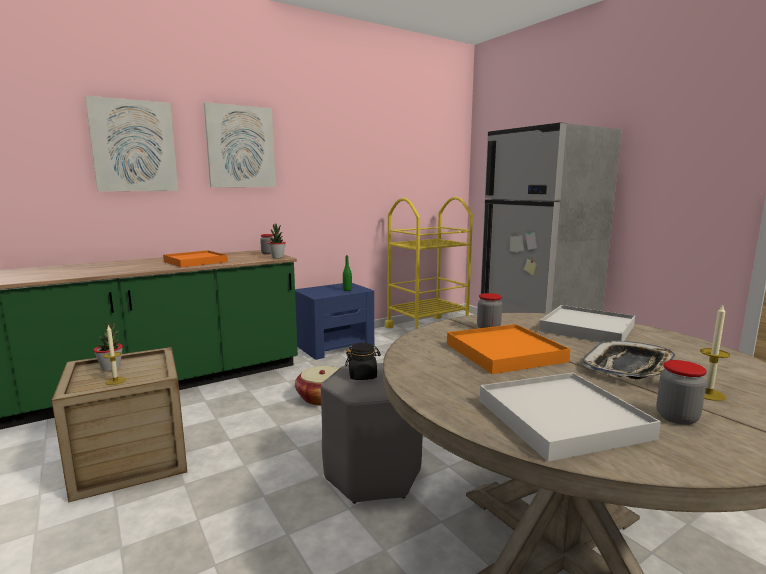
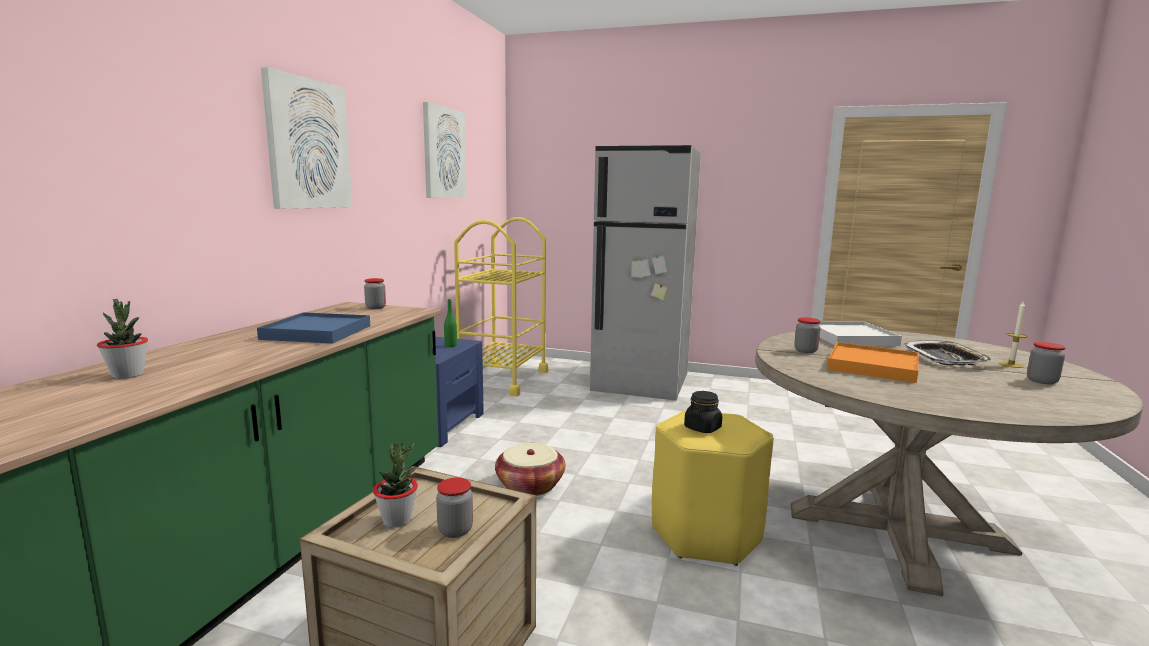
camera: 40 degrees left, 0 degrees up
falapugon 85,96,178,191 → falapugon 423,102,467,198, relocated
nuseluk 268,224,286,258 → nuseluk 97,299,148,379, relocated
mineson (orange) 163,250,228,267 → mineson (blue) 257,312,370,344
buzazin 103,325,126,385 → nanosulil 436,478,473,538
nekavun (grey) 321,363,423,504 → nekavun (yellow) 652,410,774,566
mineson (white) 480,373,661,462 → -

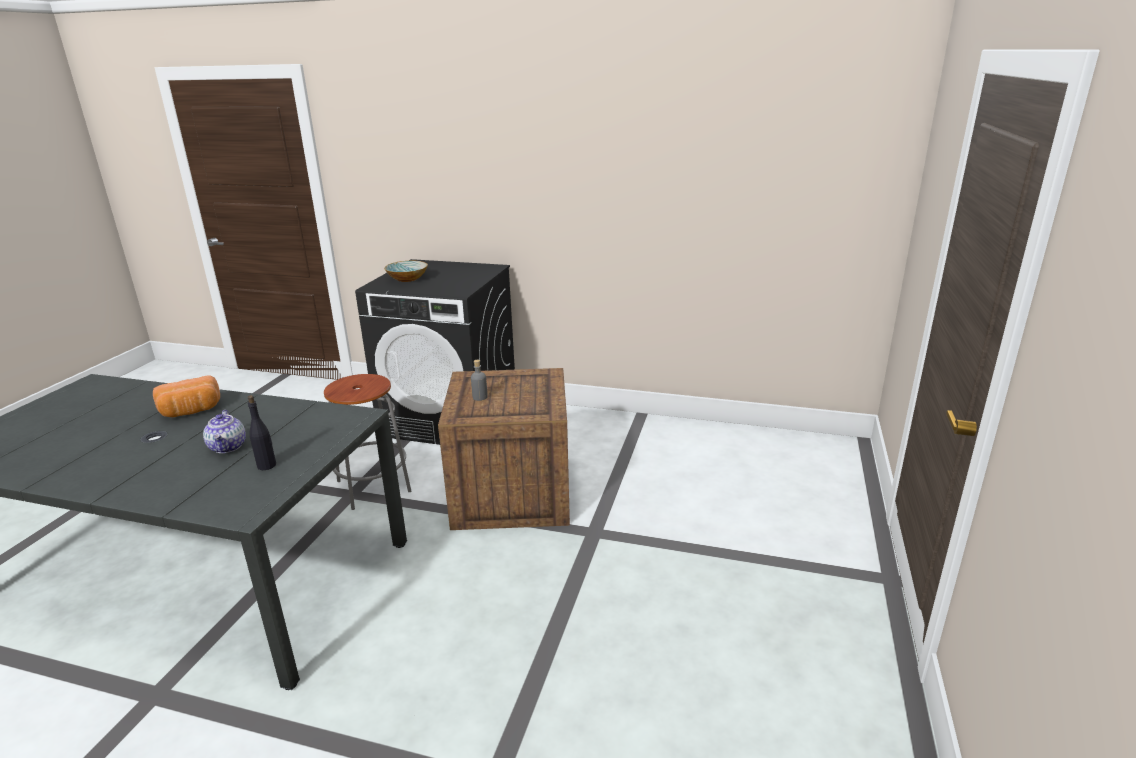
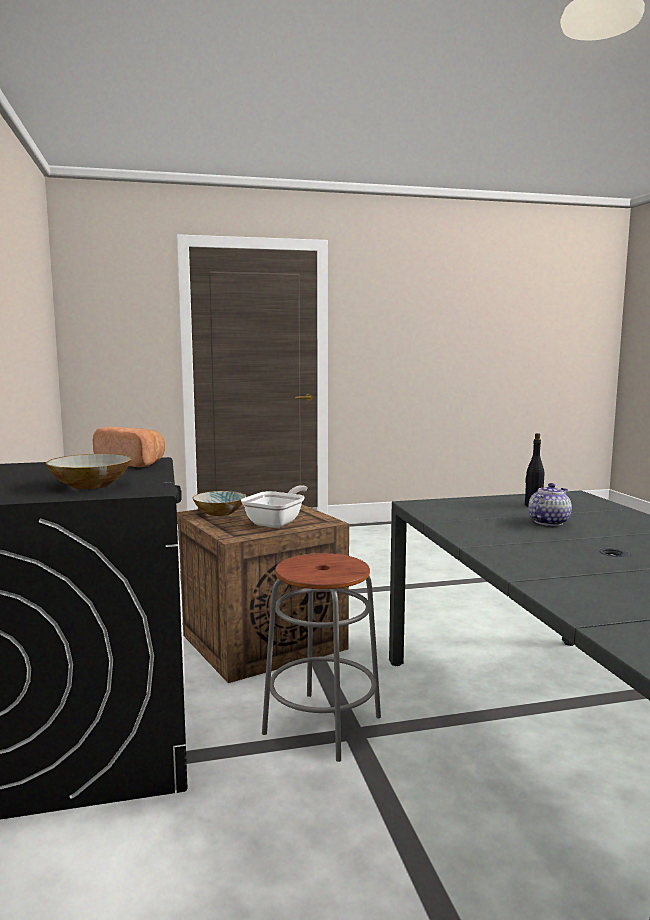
camera: 120 degrees left, 15 degrees down
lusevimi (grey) 471,360,488,401 → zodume 241,485,308,528
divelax 153,375,220,417 → divelax 93,427,165,467, relocated
- → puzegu 193,491,246,516

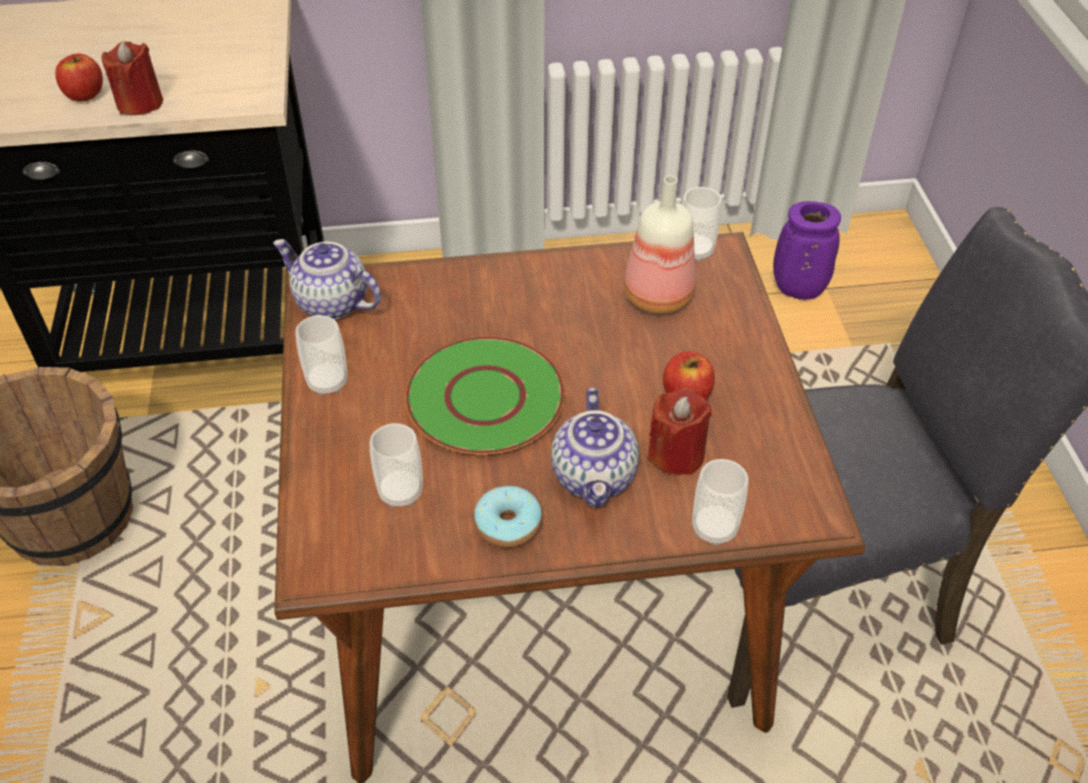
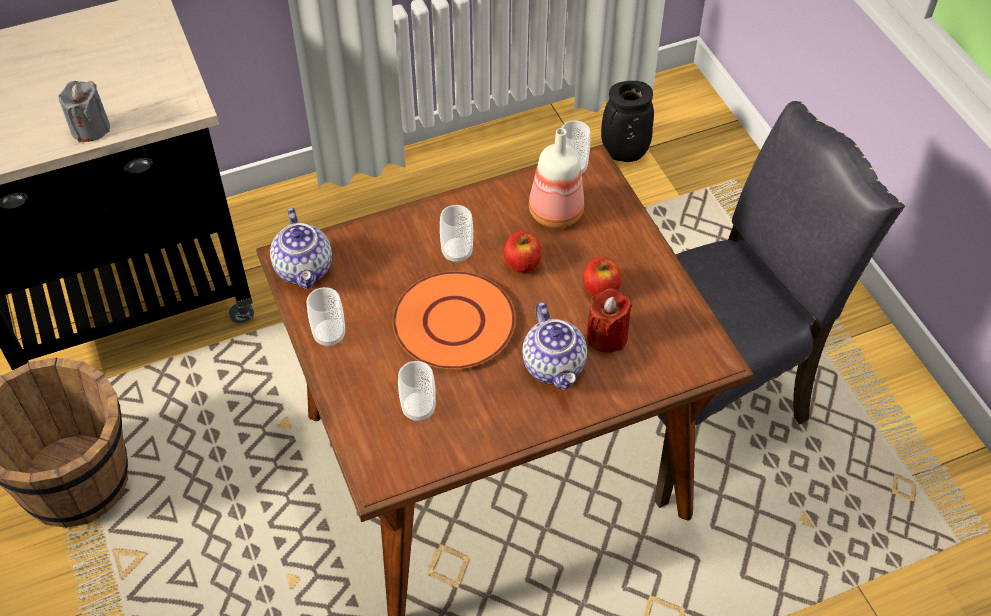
camera: 15 degrees left, 5 degrees up
buzazin (red) 101,41,163,115 → buzazin (grey) 58,81,110,142
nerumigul 55,53,103,102 → nerumigul 504,231,541,273, relocated
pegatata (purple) 773,201,841,300 → pegatata (black) 601,81,654,162
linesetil 273,239,381,320 → linesetil 270,208,332,289, 120 degrees counterclockwise
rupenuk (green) 405,336,565,455 → rupenuk (orange) 393,271,515,369
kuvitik 692,459,749,546 → kuvitik 440,205,473,263, relocated
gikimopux 474,486,542,548 → -

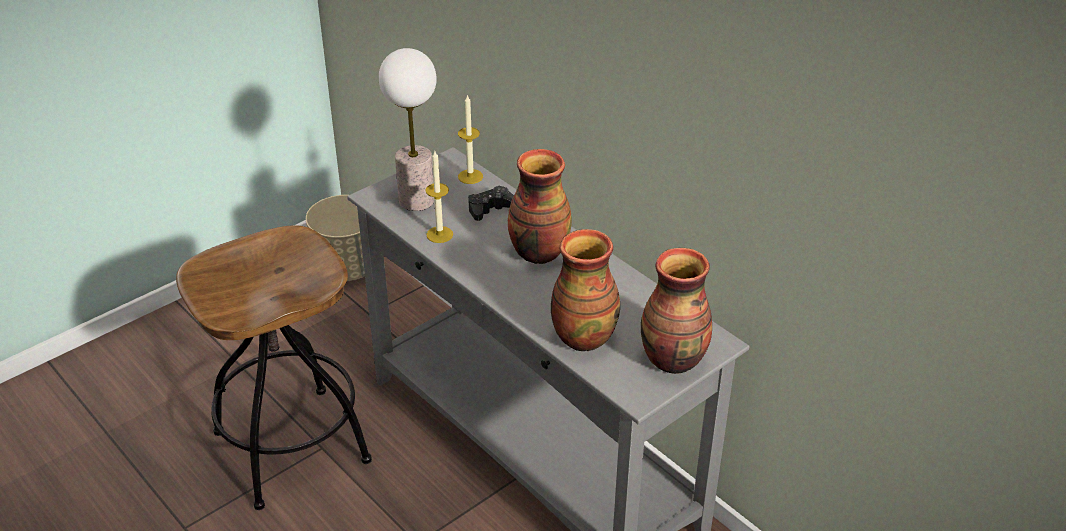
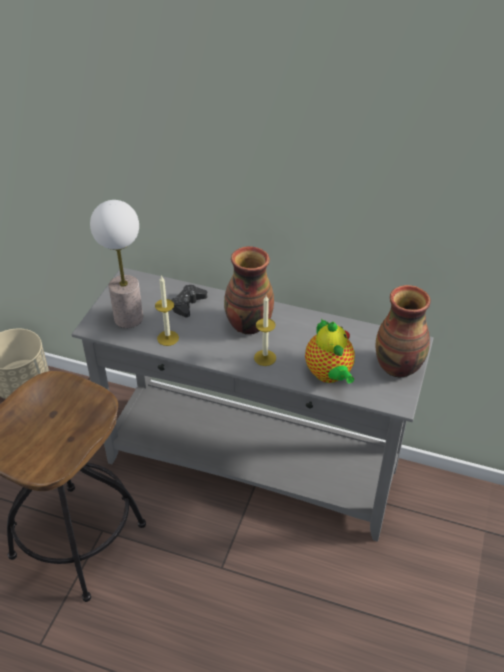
camera: 30 degrees left, 5 degrees up
buzazin 458,94,483,184 → buzazin 254,295,276,366, relocated
pegatata 551,229,620,351 → linesetil 305,318,355,384

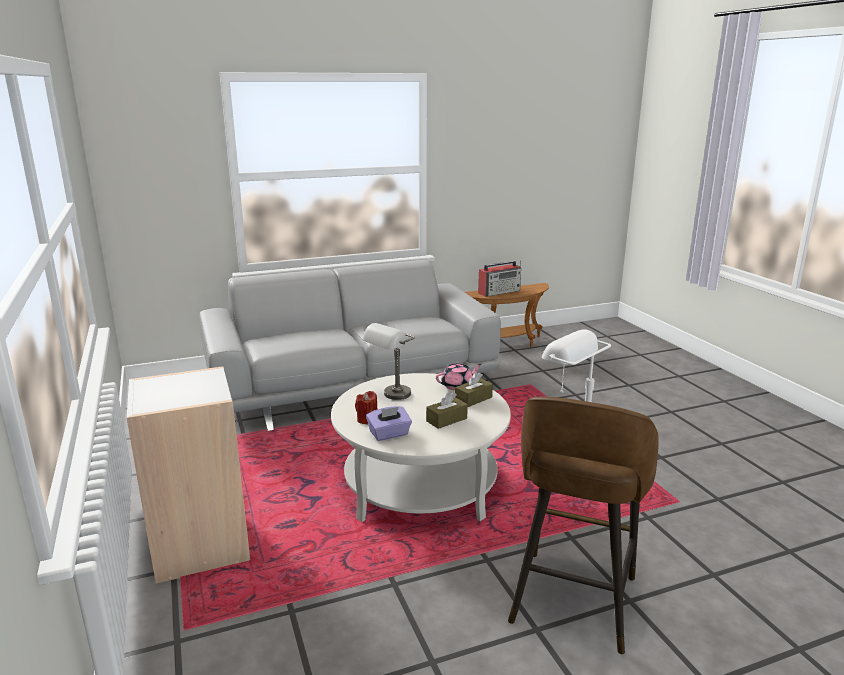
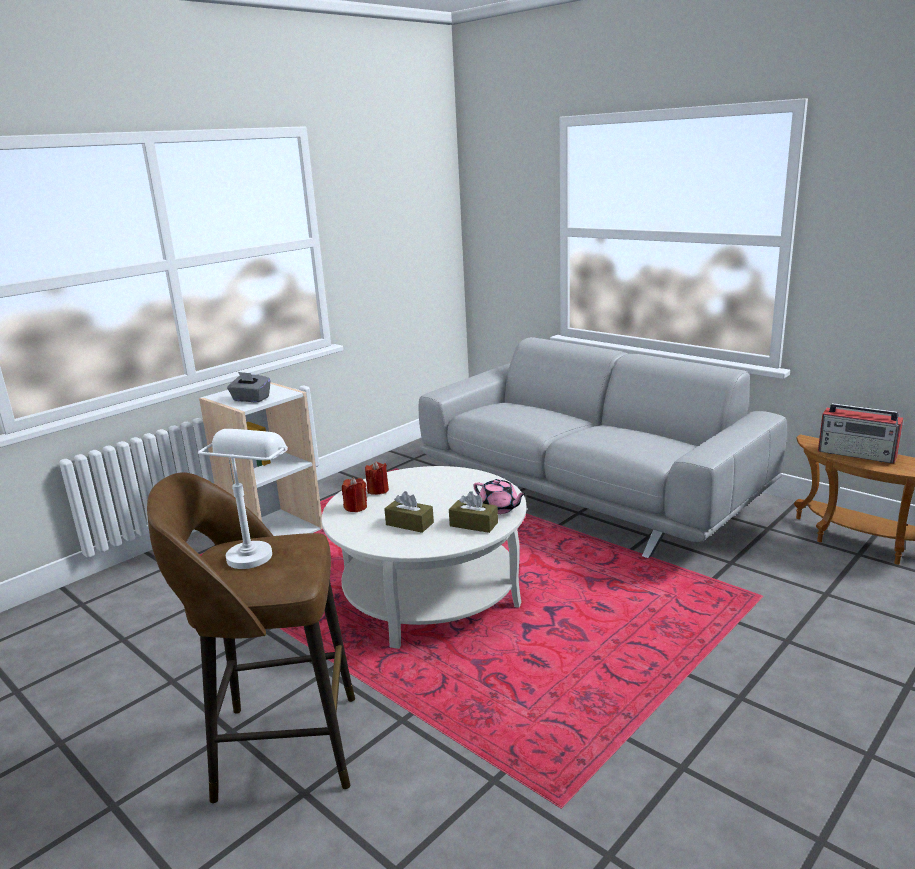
camera: 65 degrees right, 0 degrees up
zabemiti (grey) 363,323,415,400 → -
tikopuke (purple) 366,406,412,441 → buzazin (red) 342,477,367,512
- → tikopuke (grey) 227,372,271,403

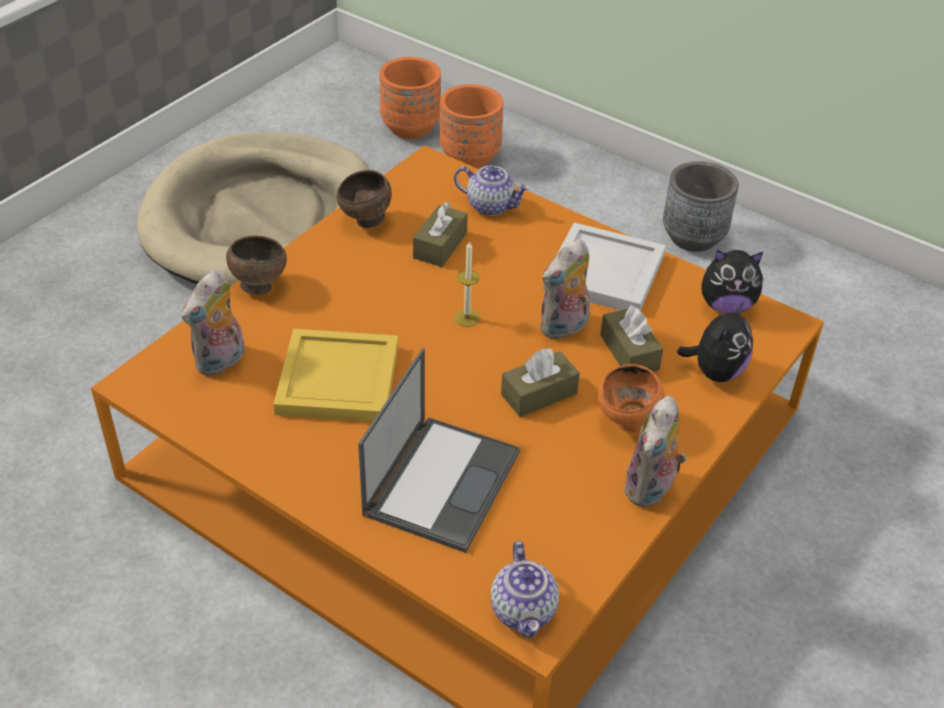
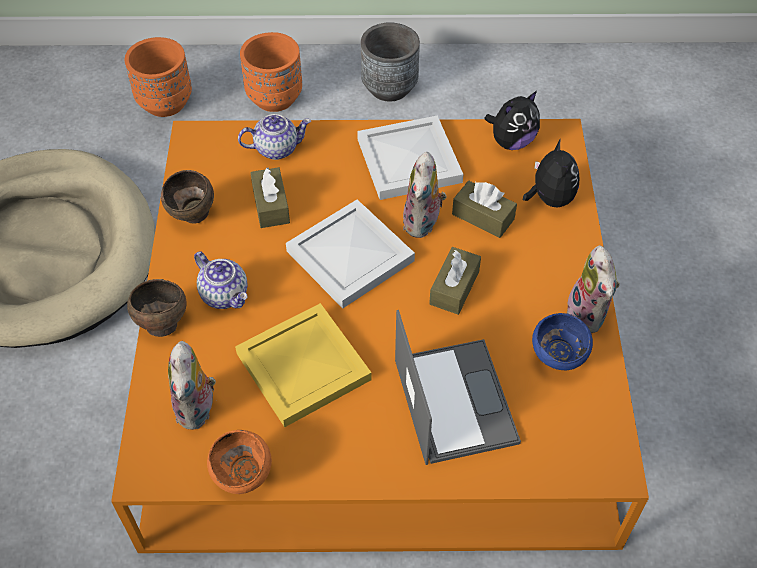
camera: 35 degrees left, 10 degrees up
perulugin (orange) 379,57,441,139 → perulugin (orange) 240,32,302,112, relocated
buzazin 454,240,480,327 → mineson (white) 286,199,415,309
puzegu (orange) 598,364,665,433 → puzegu (orange) 207,430,272,494, relocated
linesetil 491,541,559,638 → linesetil 194,251,248,309, relocated
- → puzegu (blue) 532,313,593,370

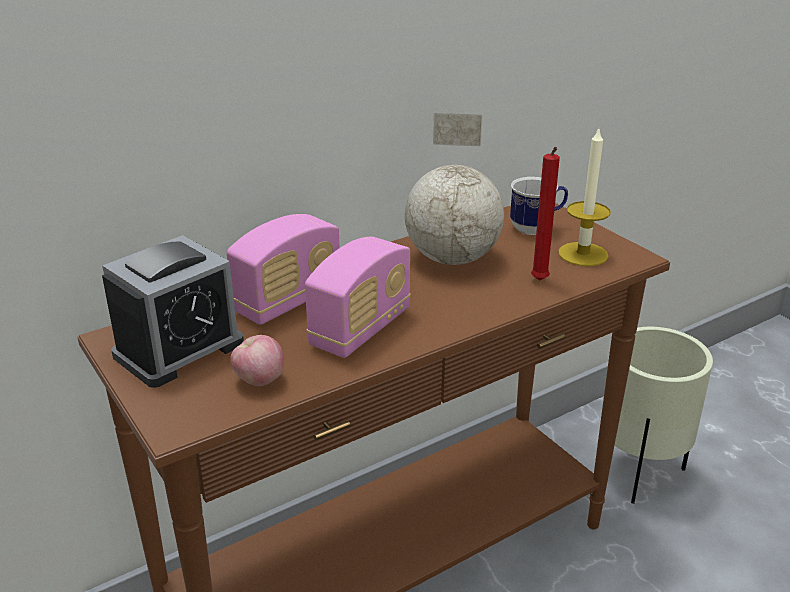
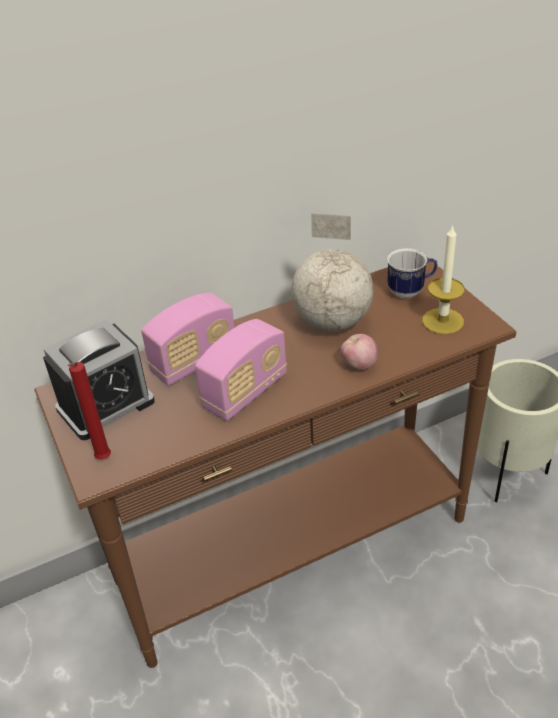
camera: 10 degrees right, 10 degrees up
buzazin (red) 531,147,560,281 → buzazin (red) 67,362,111,460, relocated
nerumigul 230,335,284,386 → nerumigul 340,334,378,370, relocated

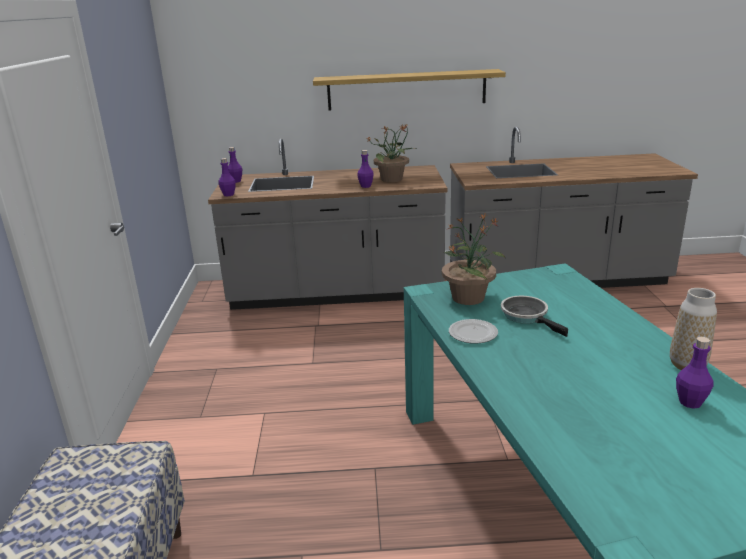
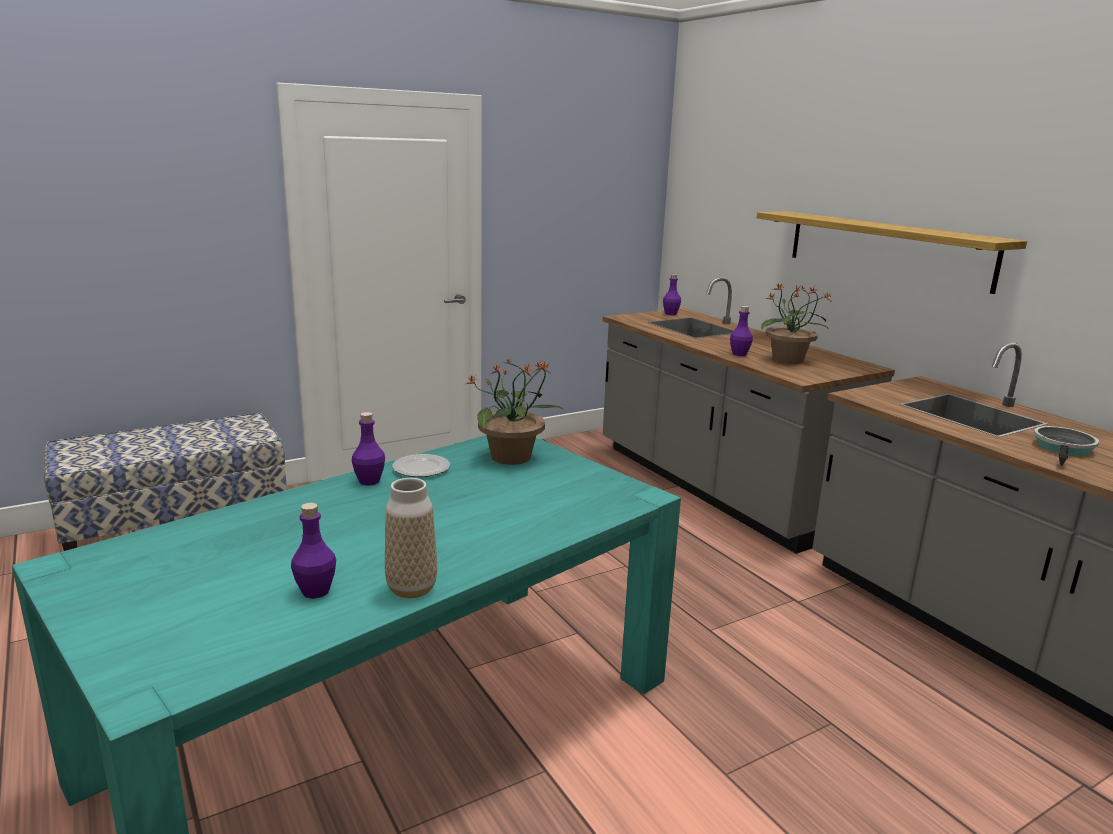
camera: 60 degrees right, 5 degrees down
lusevimi (purple) 219,158,236,196 → lusevimi (purple) 352,412,385,486, relocated
zodume 501,296,568,337 → zodume 1034,426,1099,466, relocated

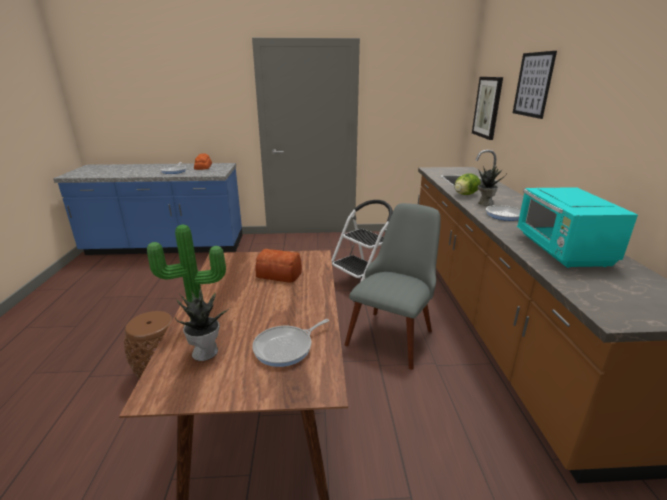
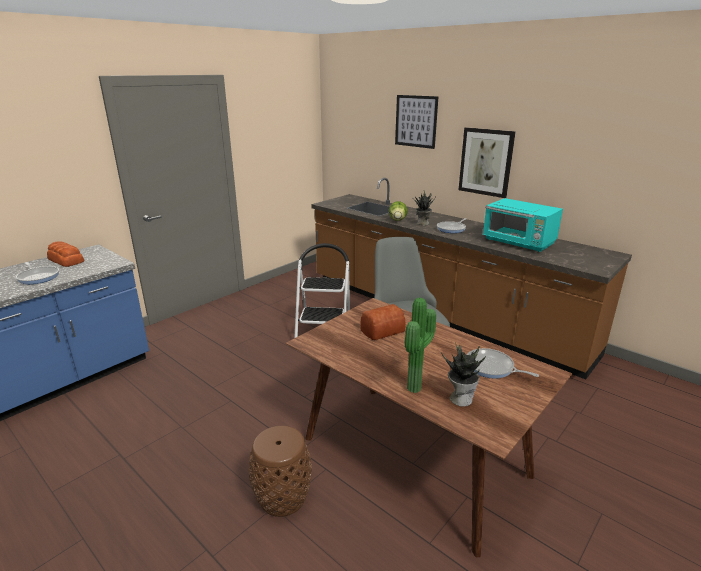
camera: 45 degrees left, 0 degrees up
falapugon 472,77,503,140 → falapugon 458,127,516,198, relocated
zodume 252,319,329,367 → zodume 467,348,539,379, 120 degrees clockwise

